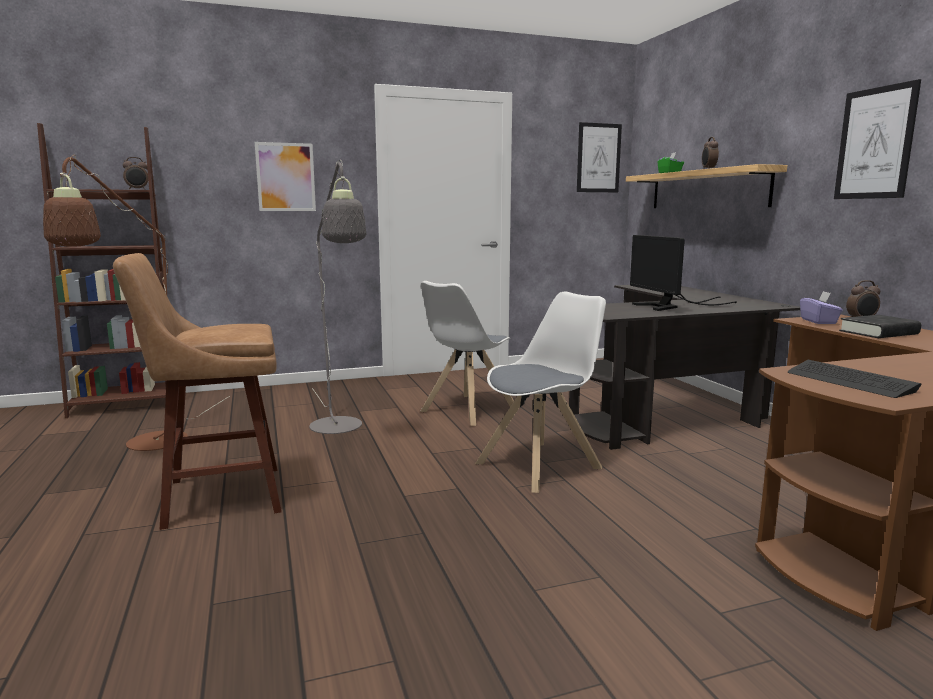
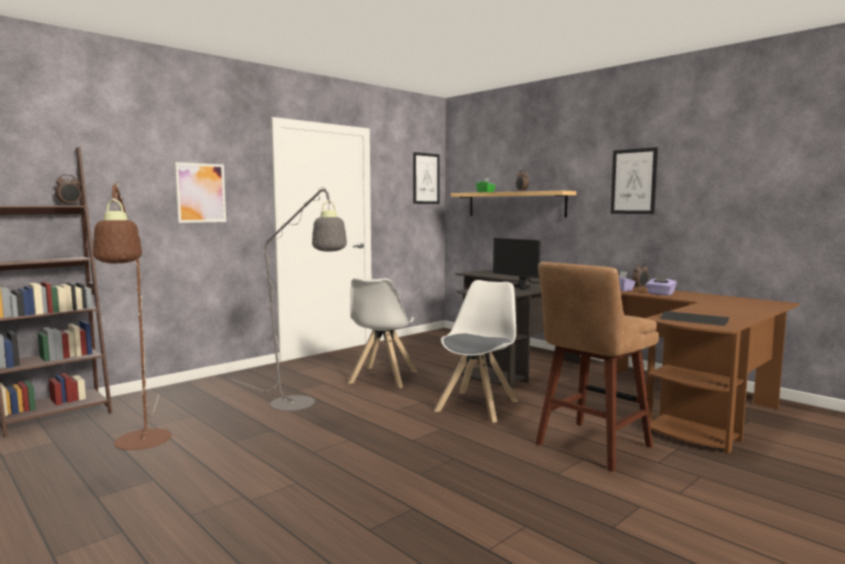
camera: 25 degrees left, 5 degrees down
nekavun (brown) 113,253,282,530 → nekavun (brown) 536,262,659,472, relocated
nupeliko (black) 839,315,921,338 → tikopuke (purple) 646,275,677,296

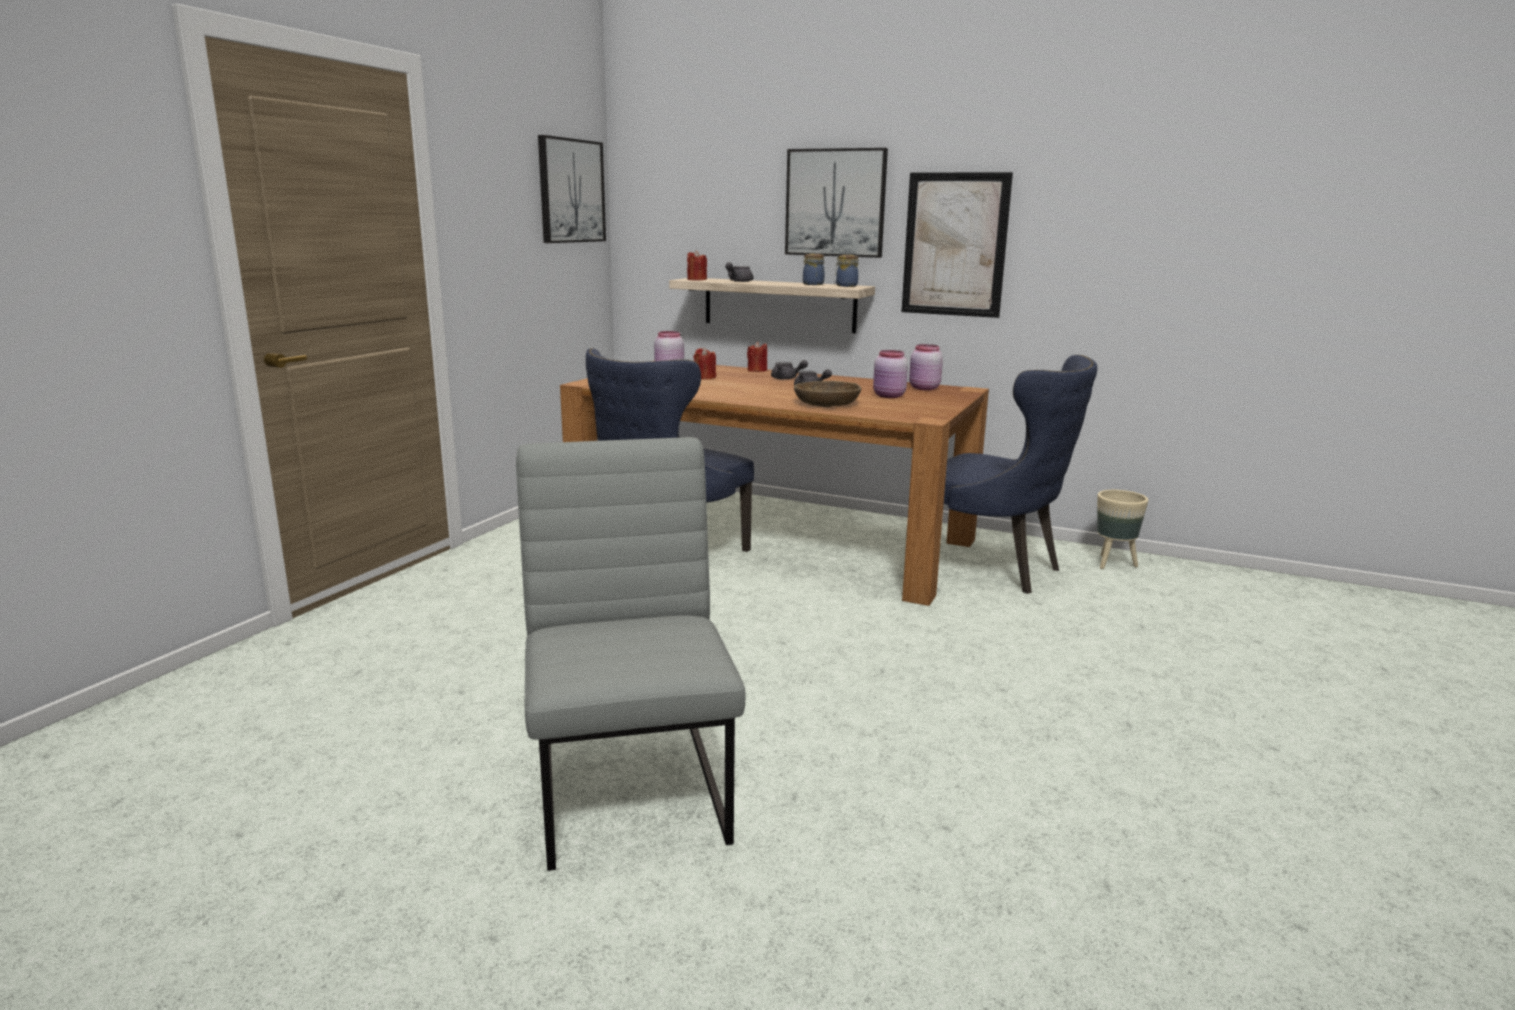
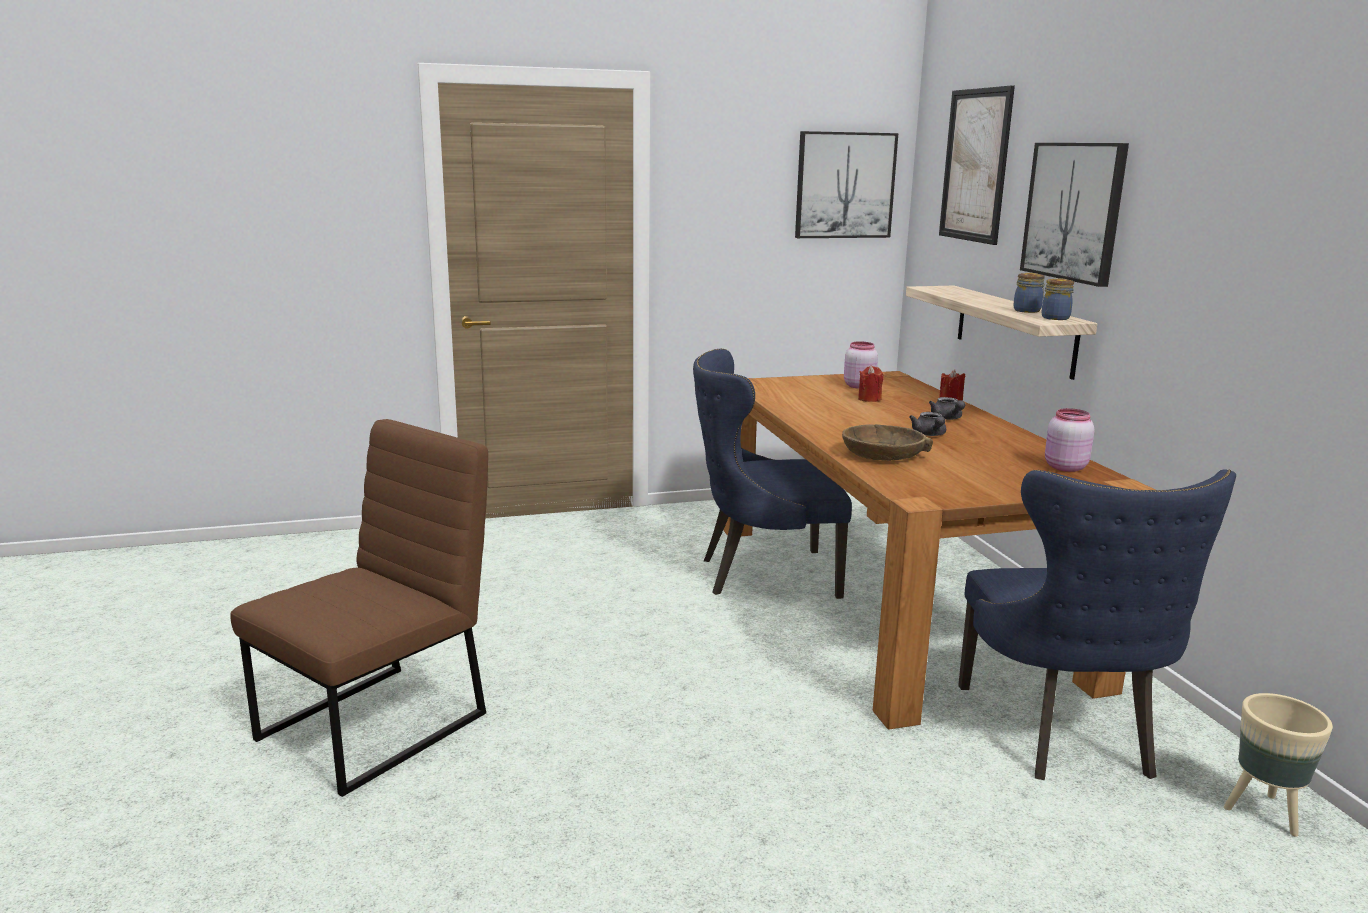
camera: 50 degrees right, 0 degrees up
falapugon 902,172,1013,318 → falapugon 939,85,1015,245, relocated
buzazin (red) 687,250,707,280 → -
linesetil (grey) 725,262,754,282 → -
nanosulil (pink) 873,350,908,398 → -
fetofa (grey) 516,437,745,871 → fetofa (brown) 230,419,488,797

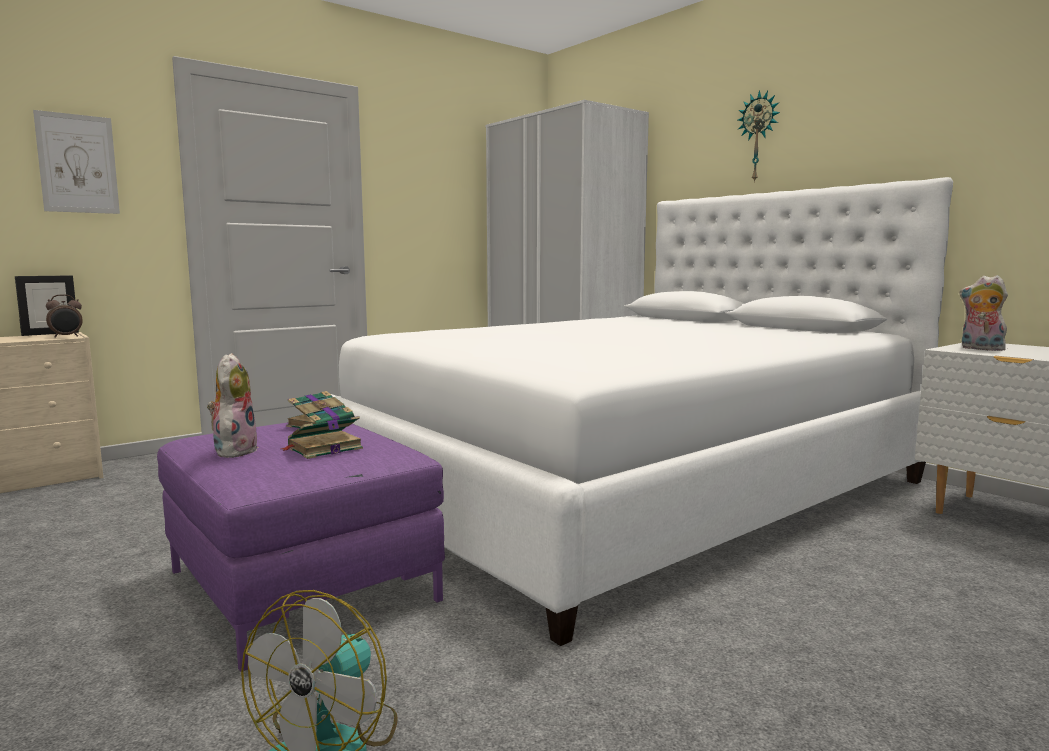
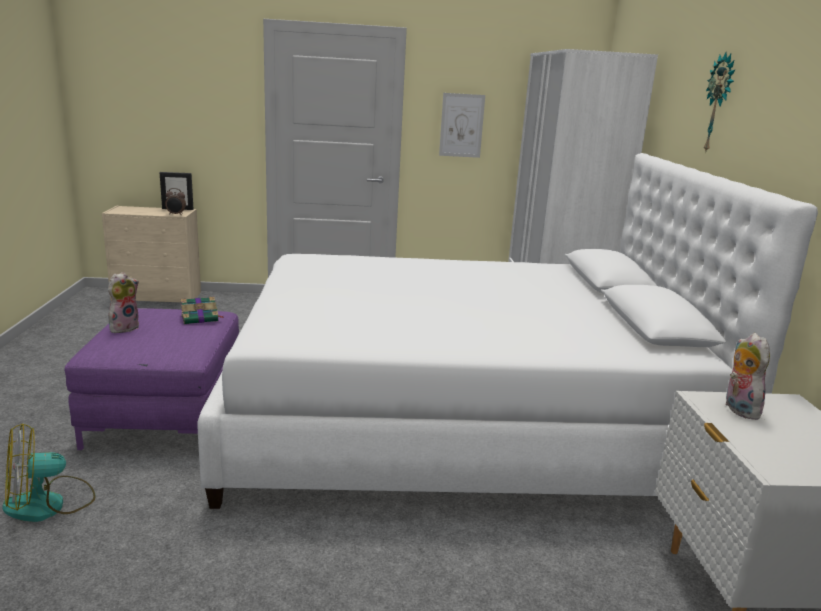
camera: 35 degrees right, 10 degrees up
falapugon 33,110,120,214 → falapugon 439,93,485,158, relocated
nupeliko 281,416,363,459 → -

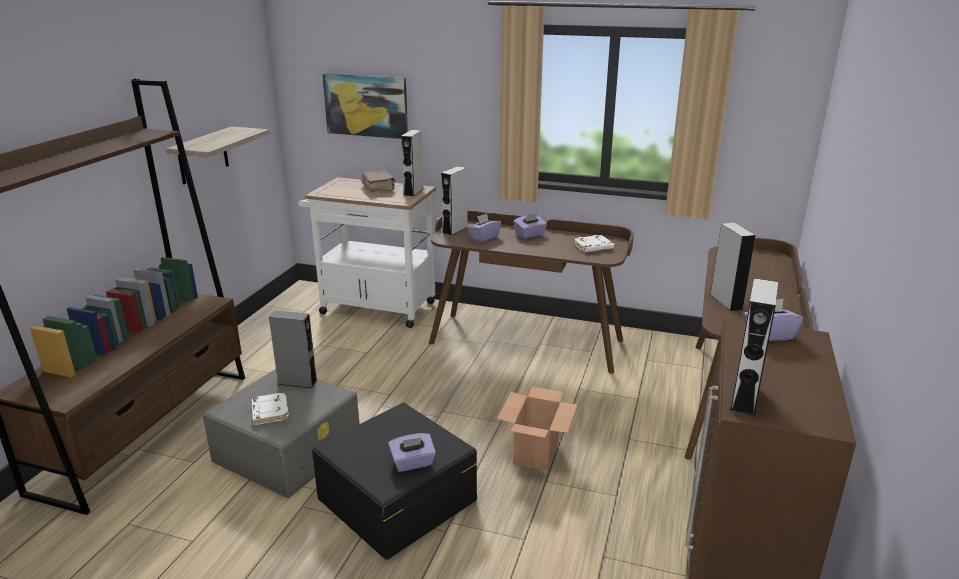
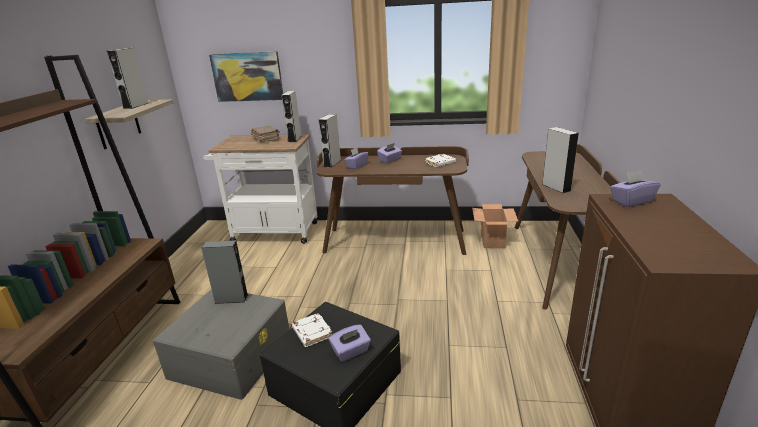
camera: 10 degrees left, 0 degrees up
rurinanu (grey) 730,278,778,417 → rurinanu (grey) 107,48,148,109, relocated
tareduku 497,387,577,471 → tareduku 472,204,518,248, relocated
nupeliko (white) 251,392,289,425 → nupeliko (white) 292,313,332,347, relocated

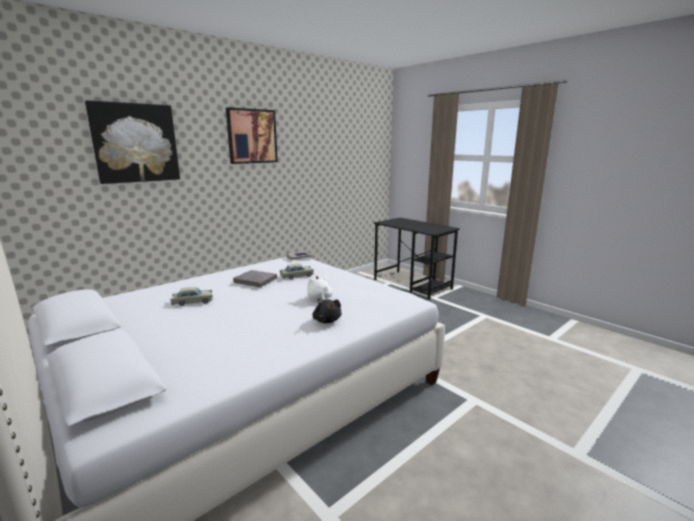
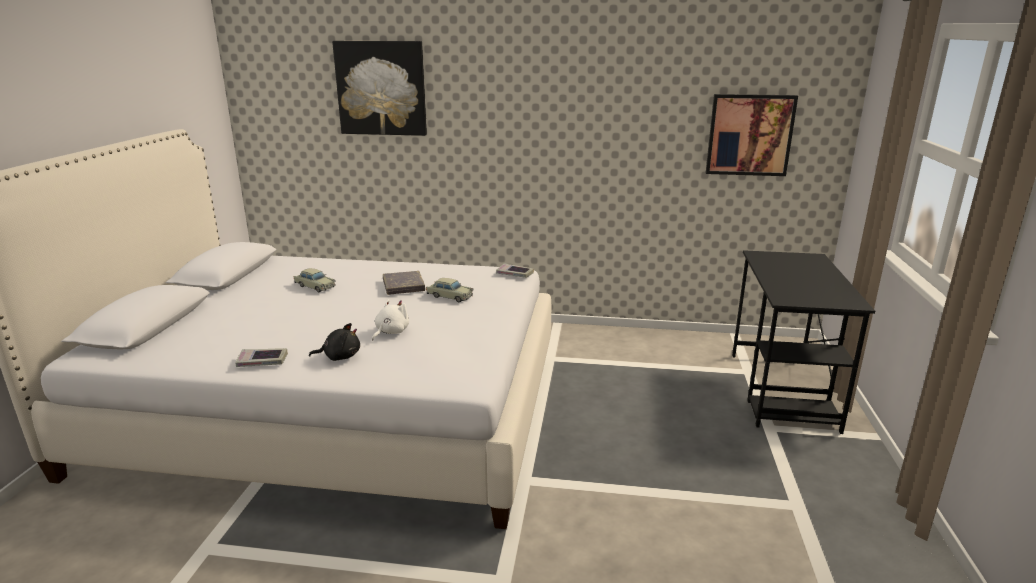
camera: 50 degrees right, 5 degrees up
falapugon 226,107,278,164 → falapugon 706,94,798,176, relocated
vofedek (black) 312,299,342,323 → vofedek (black) 309,323,360,361, 120 degrees counterclockwise
- → nupeliko 235,348,288,367

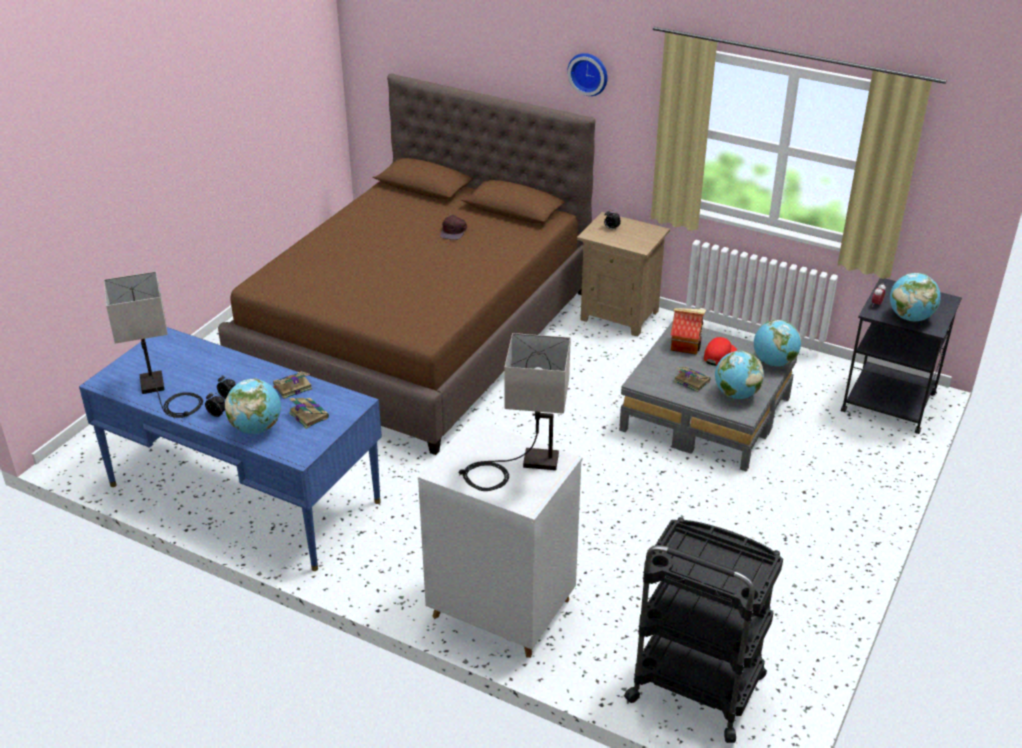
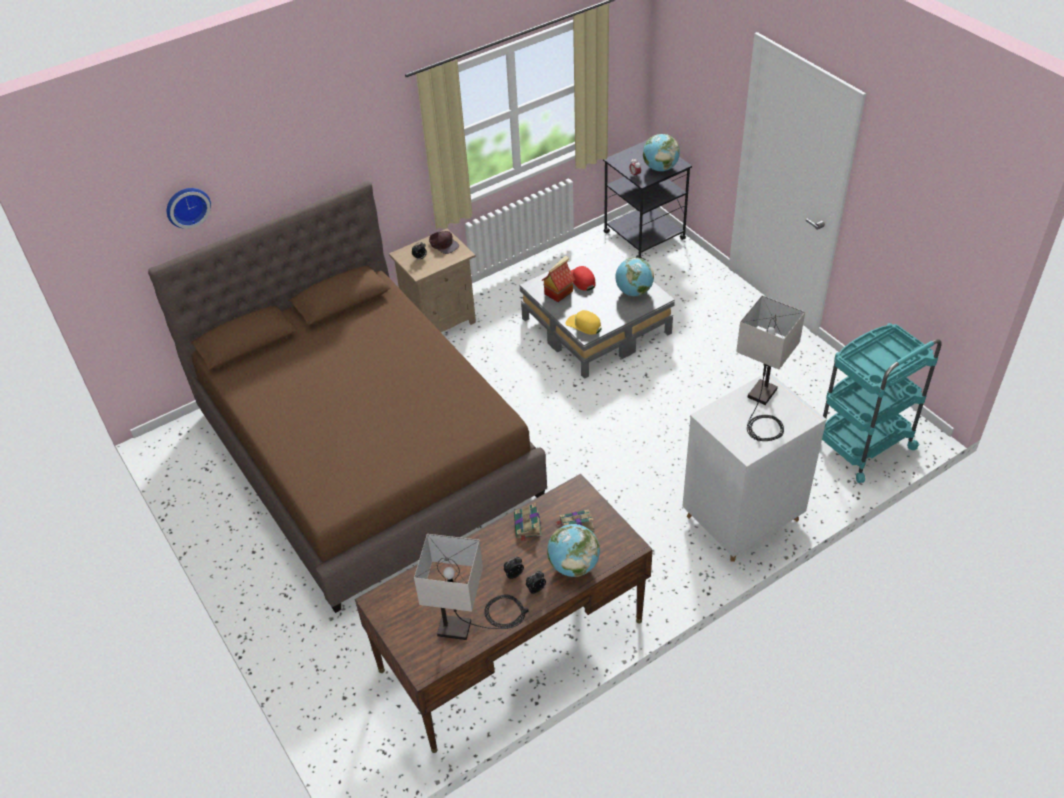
camera: 60 degrees left, 10 degrees up
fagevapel 567,53,608,96 → fagevapel 167,188,211,229, relocated
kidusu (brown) 440,215,467,240 → kidusu (brown) 429,231,459,254, relocated
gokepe 754,320,801,366 → -
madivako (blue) 79,327,382,571 → madivako (brown) 355,474,653,753
nupeliko 674,367,710,392 → -
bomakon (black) 624,517,783,743 → bomakon (turquoise) 822,323,942,483
- → kidusu (yellow) 565,310,602,335

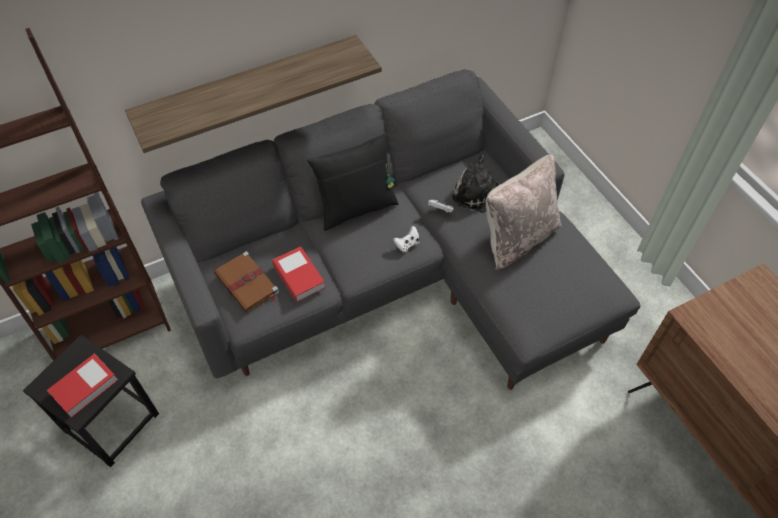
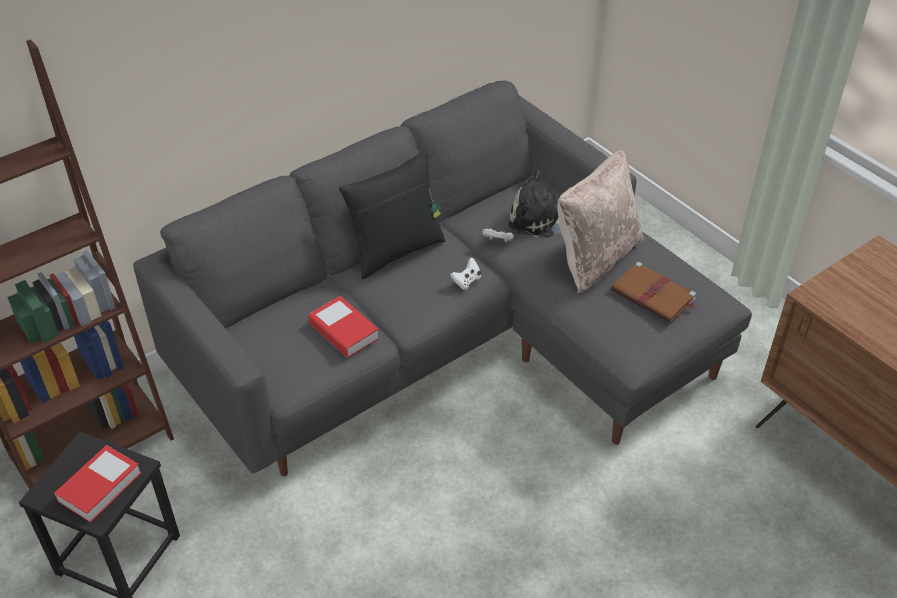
camera: 10 degrees left, 10 degrees down
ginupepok 125,35,382,153 → -
nupeliko (brown) 214,251,279,312 → nupeliko (brown) 611,262,696,323, relocated

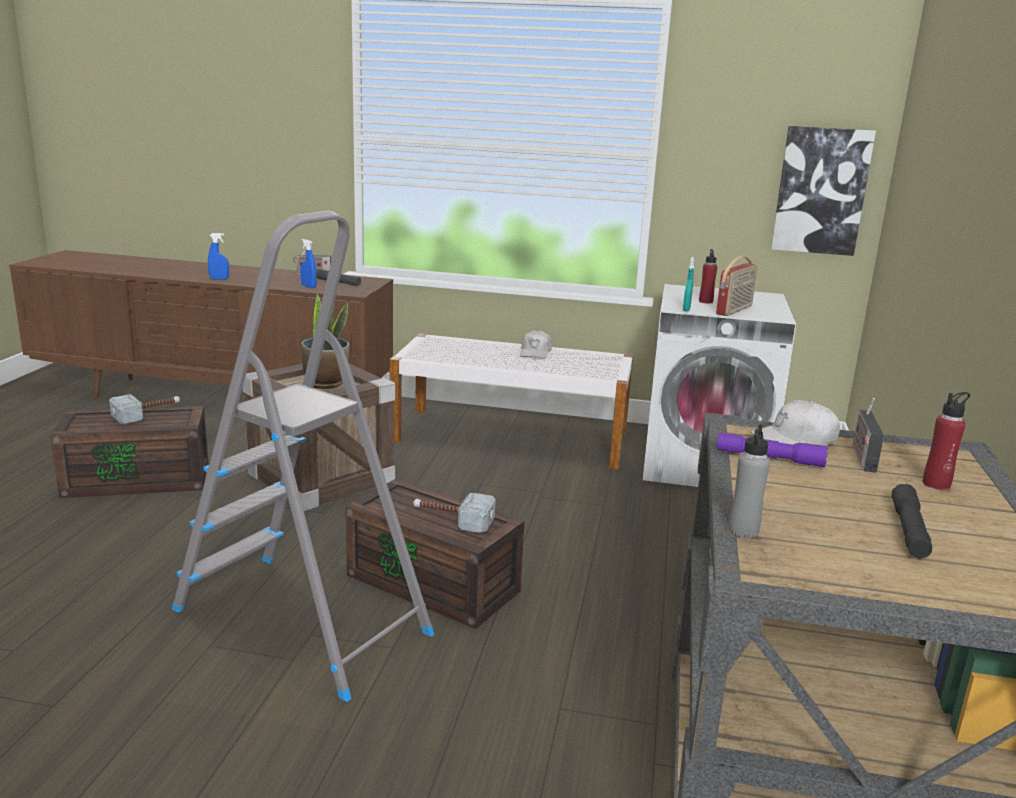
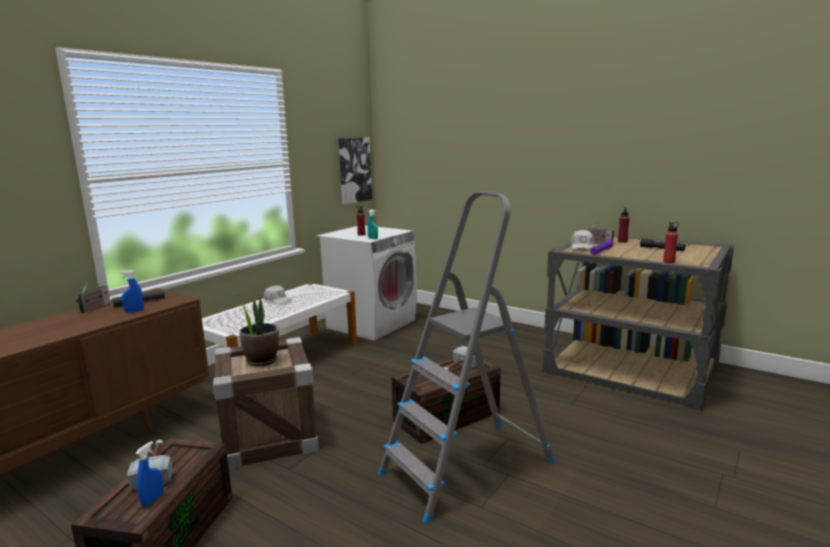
camera: 65 degrees left, 5 degrees down
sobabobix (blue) 208,233,229,280 → sobabobix (blue) 136,441,163,506, relocated
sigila 716,256,758,316 → -
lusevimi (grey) 728,424,770,538 → lusevimi (red) 663,222,679,263

